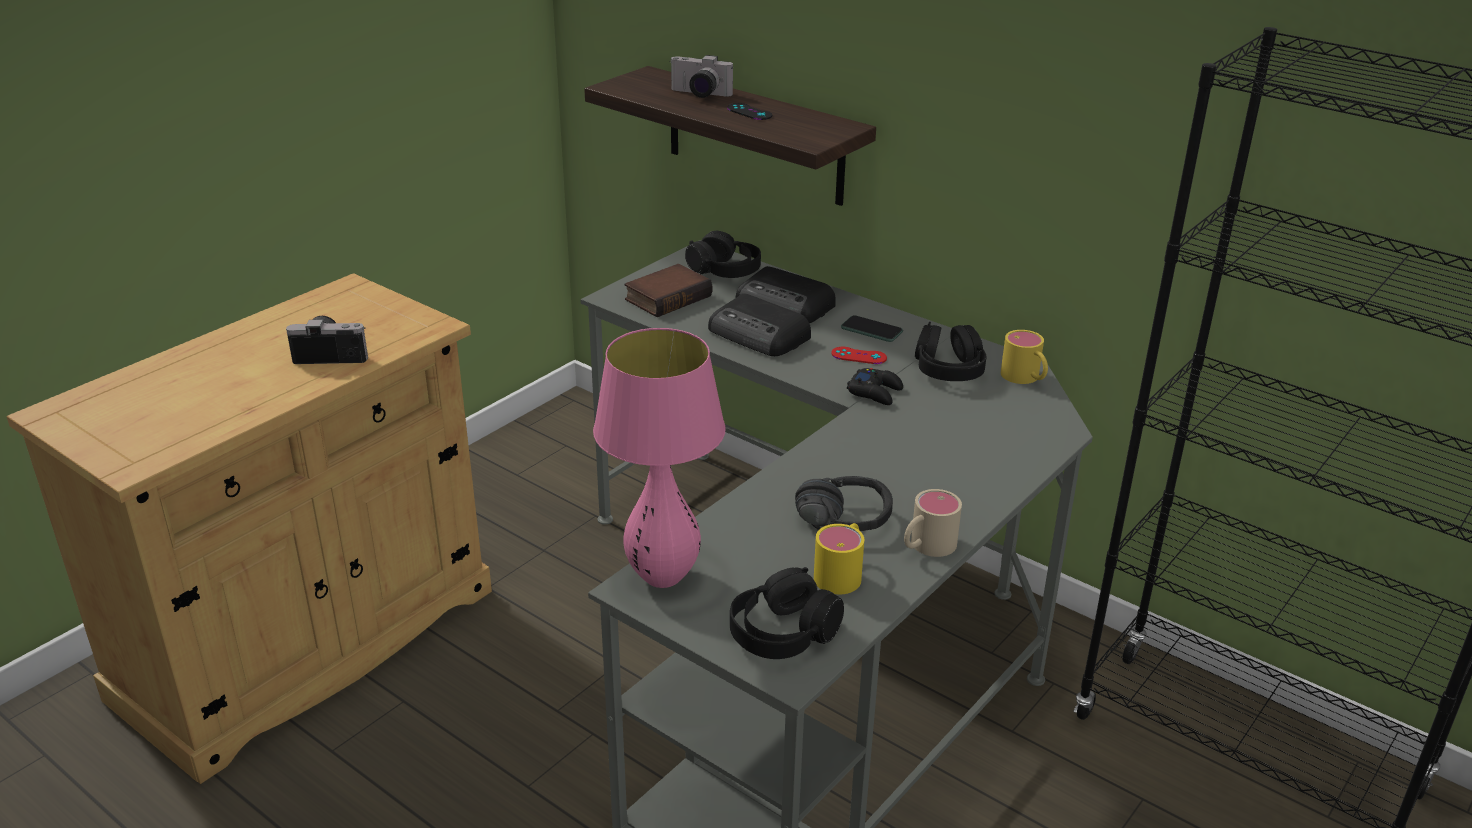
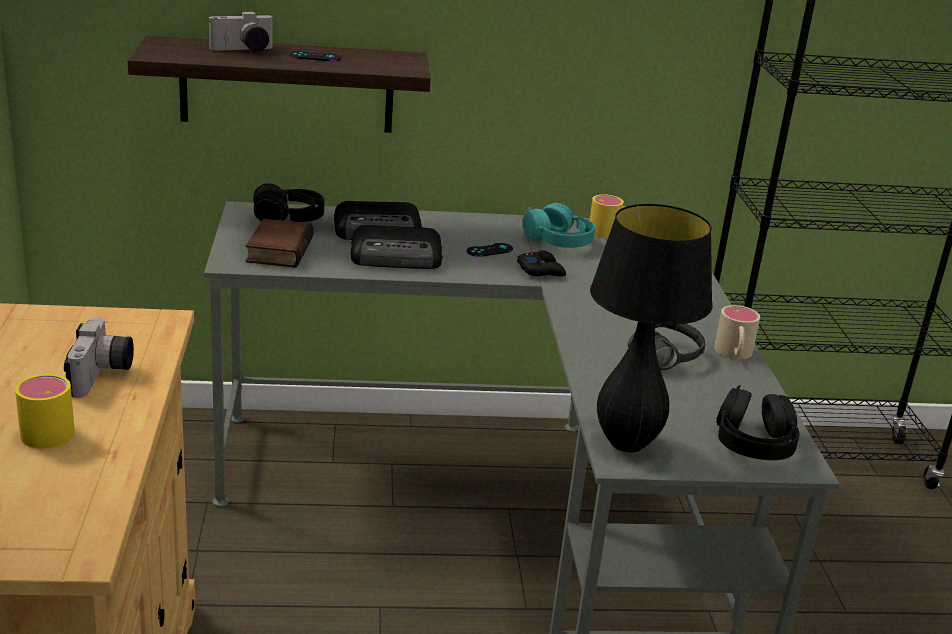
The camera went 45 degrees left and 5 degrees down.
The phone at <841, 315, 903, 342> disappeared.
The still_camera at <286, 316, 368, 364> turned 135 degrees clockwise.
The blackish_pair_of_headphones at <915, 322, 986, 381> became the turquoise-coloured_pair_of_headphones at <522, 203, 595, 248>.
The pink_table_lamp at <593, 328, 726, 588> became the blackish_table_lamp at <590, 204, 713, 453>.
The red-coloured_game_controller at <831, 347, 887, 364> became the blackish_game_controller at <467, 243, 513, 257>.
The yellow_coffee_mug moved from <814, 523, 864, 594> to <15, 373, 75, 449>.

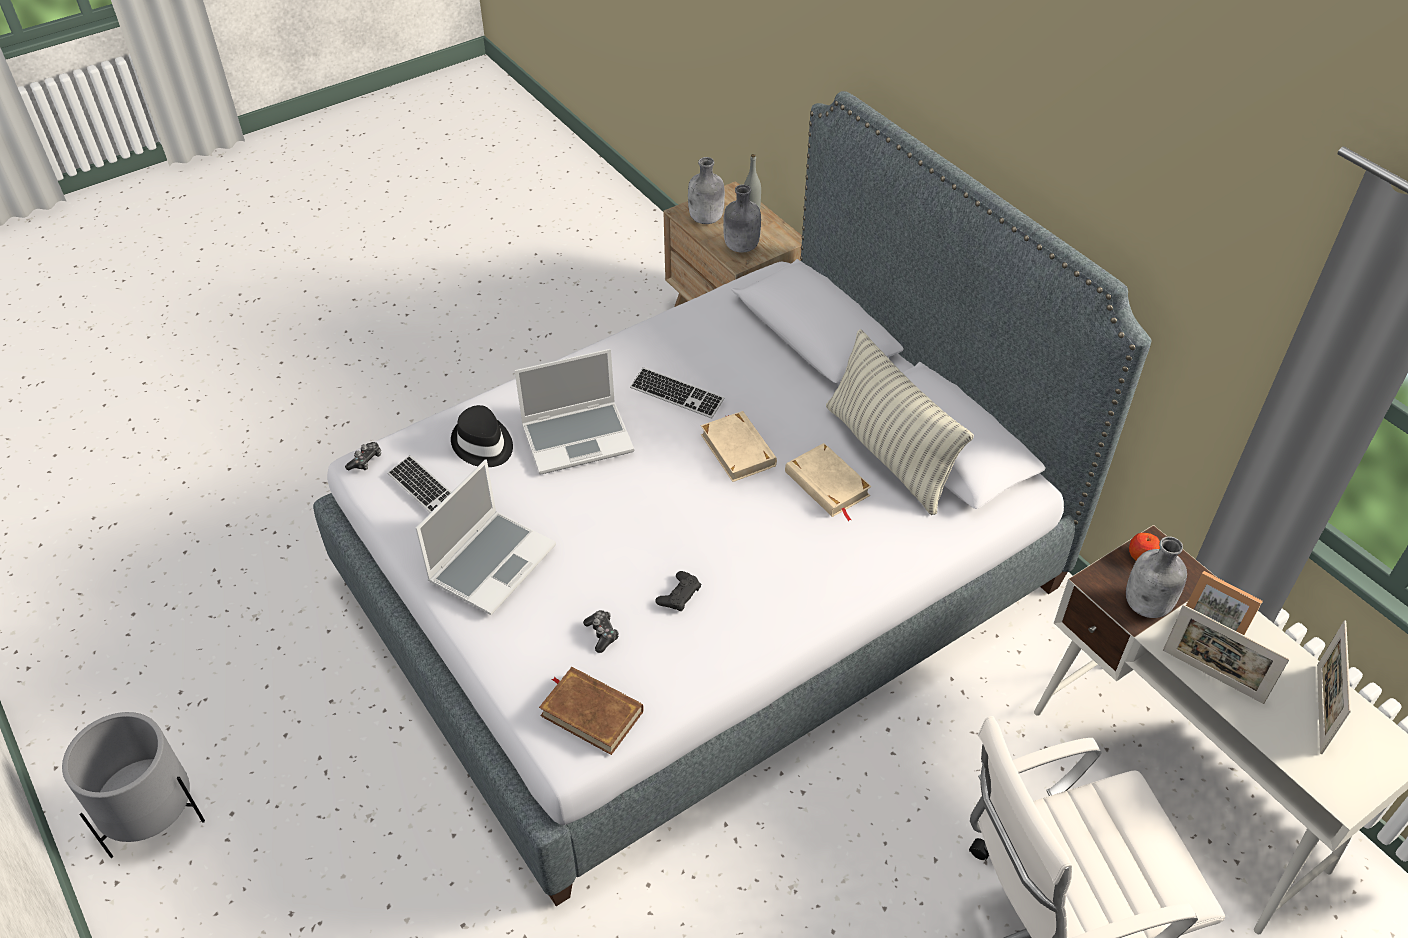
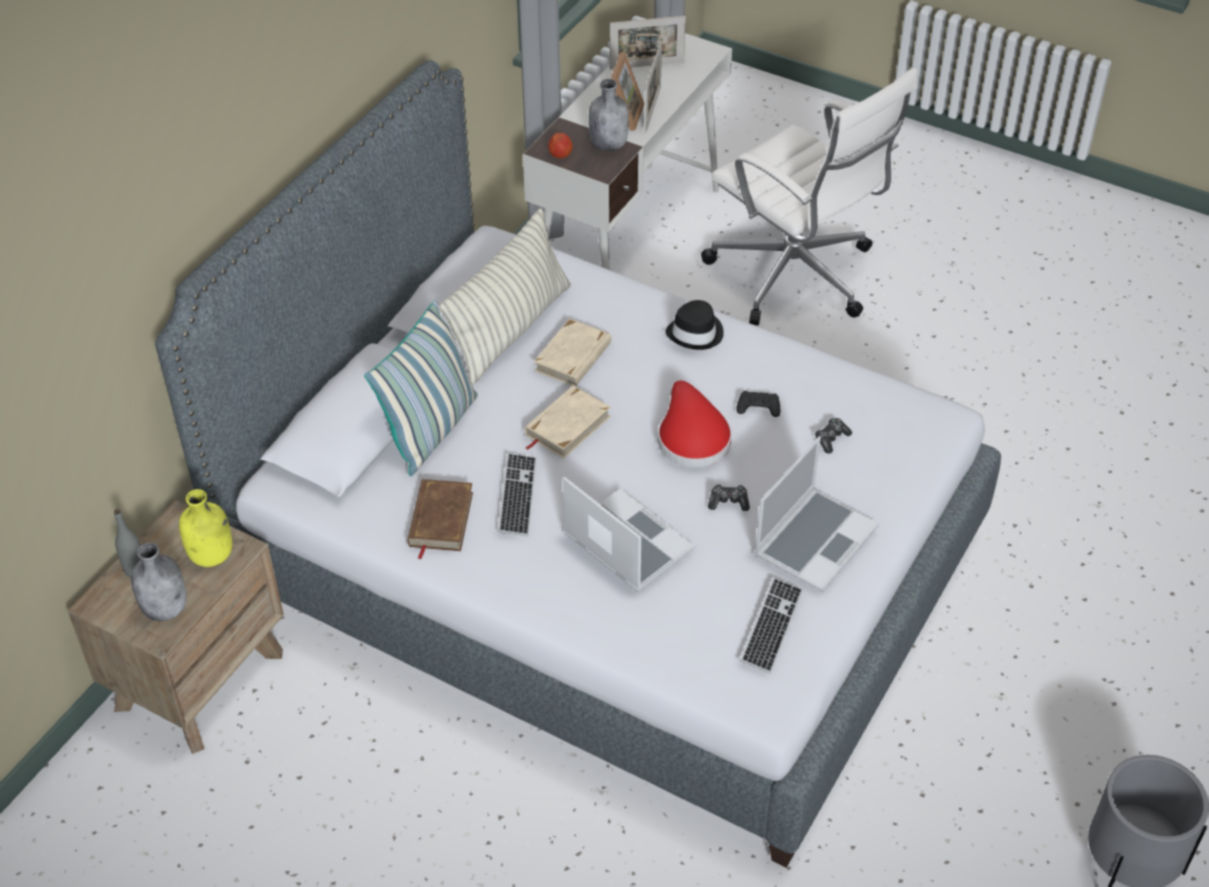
The camera went 115 degrees left and 0 degrees up.
The gray_drink_bottle at <723, 184, 761, 253> became the yellow_drink_bottle at <179, 489, 232, 567>.
The blackish_clothing_hat moved from <451, 405, 513, 467> to <665, 300, 724, 350>.
The game_controller moved from <345, 442, 381, 470> to <708, 484, 750, 511>.
The portable_computer at <416, 459, 556, 615> turned 120 degrees clockwise.
The brown_volume moved from <539, 667, 644, 755> to <408, 479, 473, 559>.
The pillow at <364, 300, 478, 476> appeared.
The red-coloured_clothing_hat at <658, 380, 732, 467> appeared.

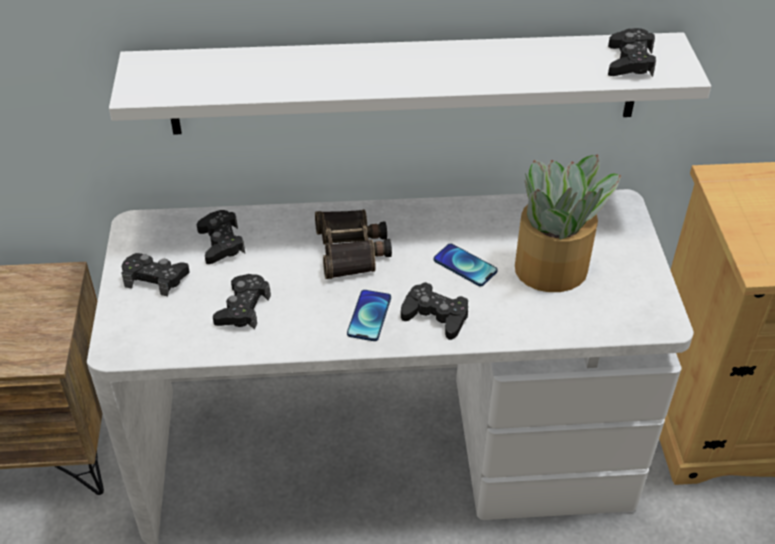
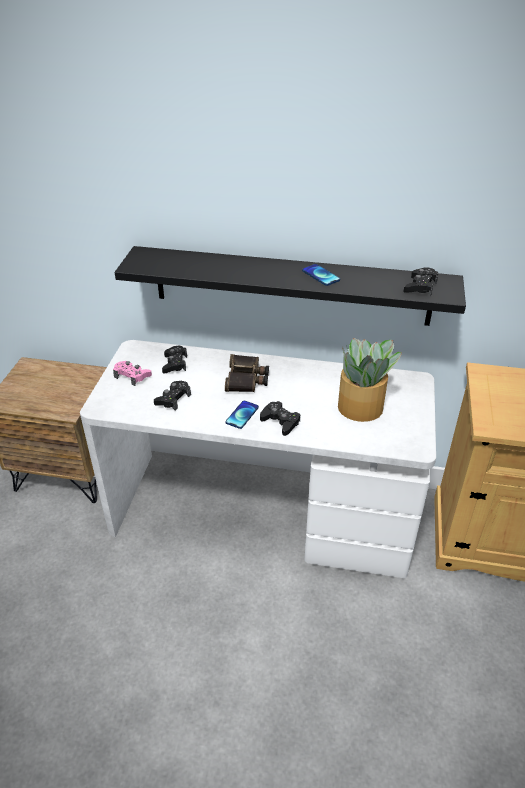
The camera went 15 degrees right and 5 degrees down.
The white_wall_shelf at <109, 32, 711, 135> became the blackish_wall_shelf at <115, 246, 466, 326>.
The phone moved from <434, 243, 498, 286> to <302, 264, 340, 286>.
The blackish_game_controller at <121, 253, 189, 297> became the pink_game_controller at <113, 361, 152, 386>.

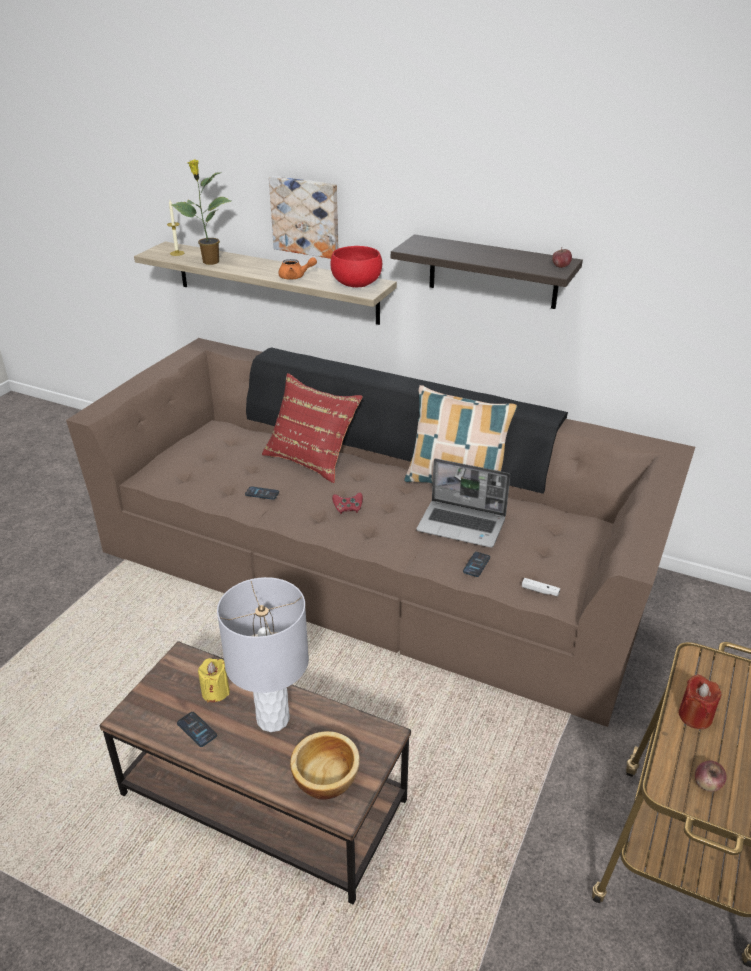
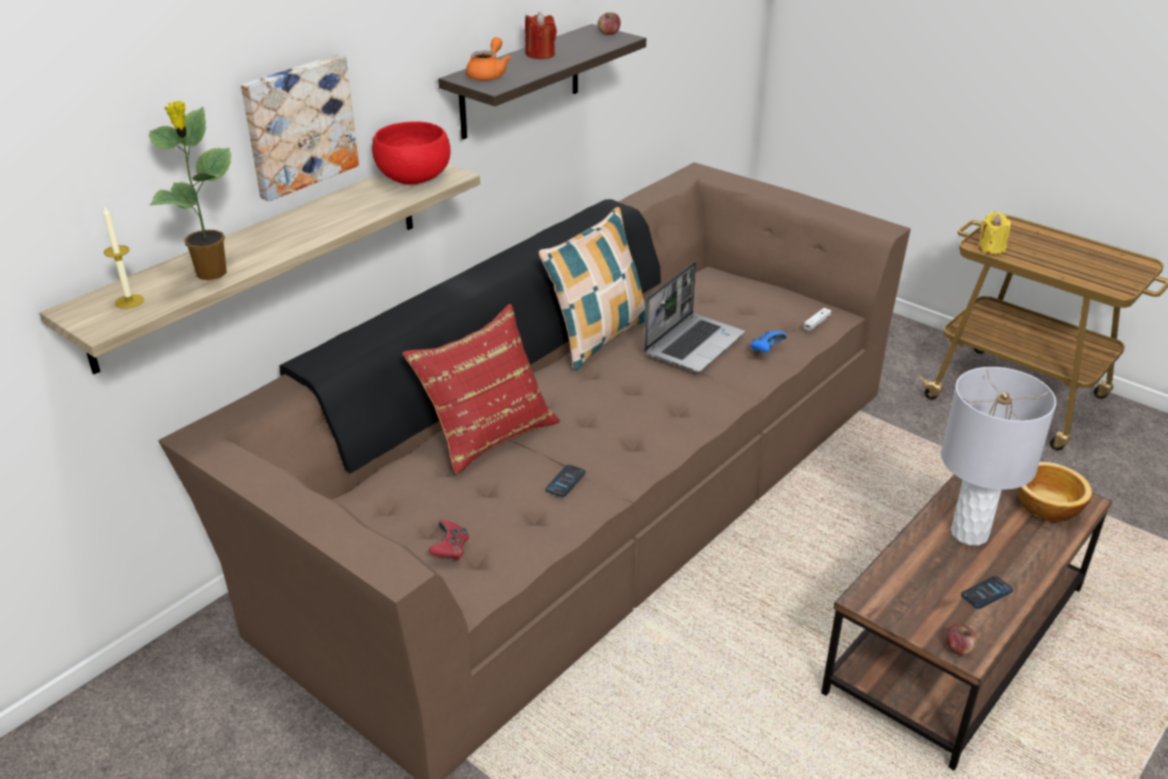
The camera went 75 degrees left and 0 degrees up.
The orange_pot_for_tea moved from <278, 257, 317, 280> to <466, 37, 511, 81>.
The red-coloured_game_controller moved from <332, 493, 363, 514> to <429, 520, 469, 560>.
The phone at <463, 552, 490, 577> was replaced by the bluish_game_controller at <750, 331, 787, 352>.
The yellow_wax_candle moved from <198, 658, 230, 703> to <978, 212, 1011, 254>.
The red-coloured_wax_candle moved from <679, 674, 721, 729> to <525, 12, 557, 59>.
The apple_fruit moved from <695, 761, 727, 792> to <946, 624, 977, 655>.

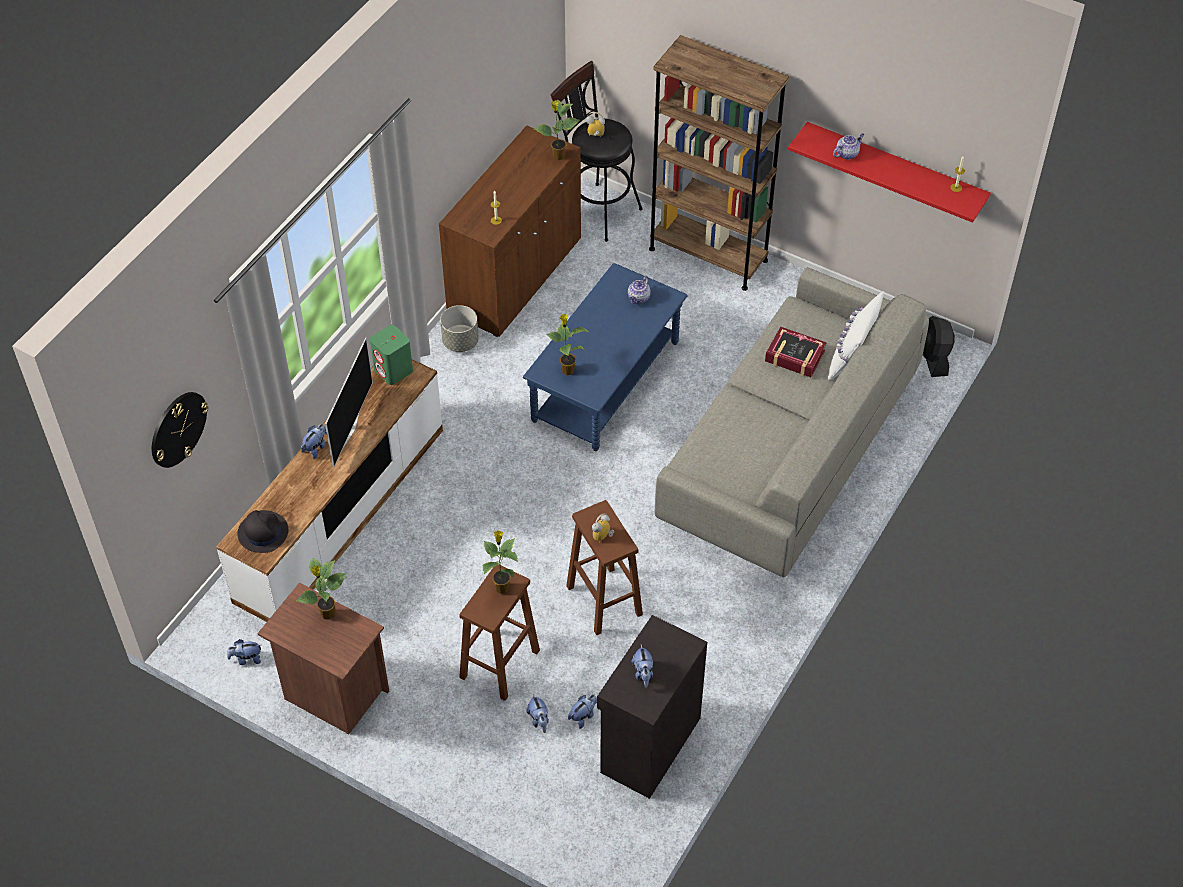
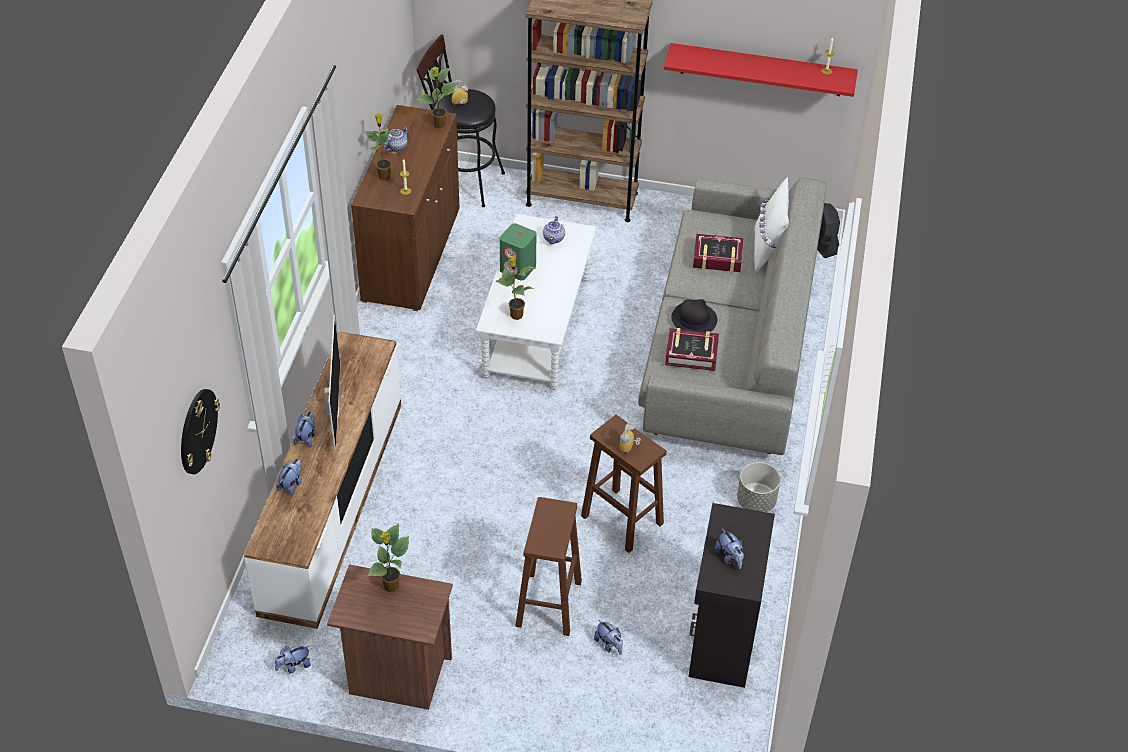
The camera went 20 degrees left and 5 degrees down.
The pot_for_tea moved from <833, 133, 864, 160> to <384, 125, 408, 152>.
The bluish_low_table at <523, 263, 688, 451> became the white_low_table at <476, 214, 597, 390>.
The gray_plant_pot moved from <440, 305, 479, 352> to <737, 462, 781, 512>.
The green-coloured_speaker moved from <370, 325, 413, 385> to <500, 223, 536, 280>.
The blackish_clothing_hat moved from <237, 510, 288, 553> to <671, 299, 717, 332>.
The potted_plant moved from <483, 530, 518, 594> to <364, 113, 400, 181>.
The cuddly_toy moved from <568, 694, 597, 729> to <277, 459, 302, 496>.
The volume at <665, 328, 719, 371> appeared.

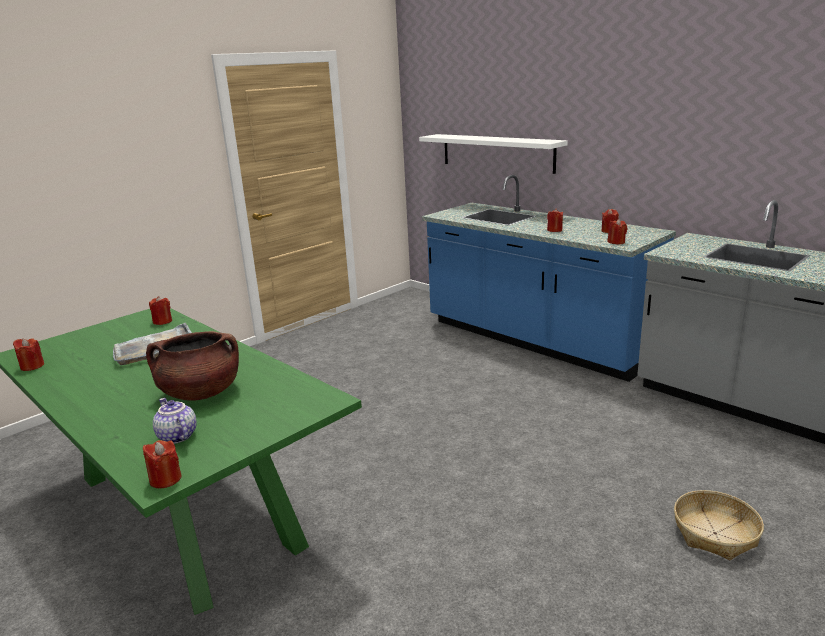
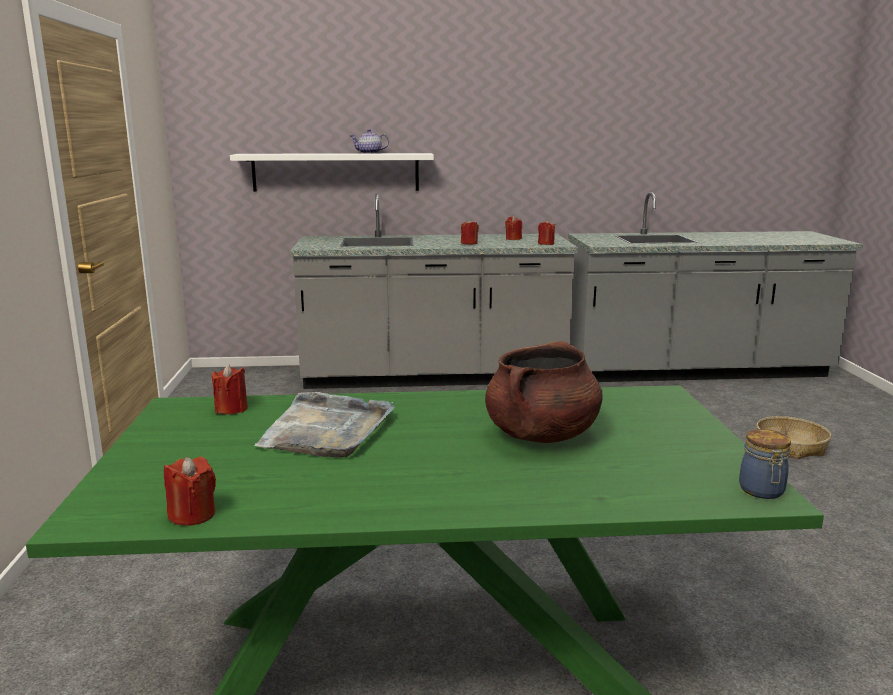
The camera went 50 degrees left and 5 degrees down.
The bluish_kitchen_counter at <422, 175, 676, 382> became the gray_kitchen_counter at <291, 194, 578, 389>.
The pot_for_tea moved from <153, 398, 197, 444> to <350, 129, 389, 154>.
The red-coloured_wax_candle at <143, 440, 181, 488> was replaced by the storage_jar at <739, 429, 791, 499>.

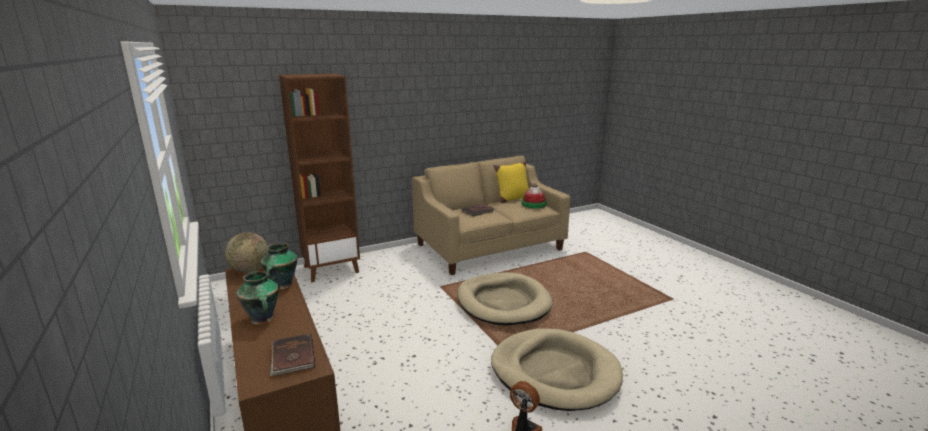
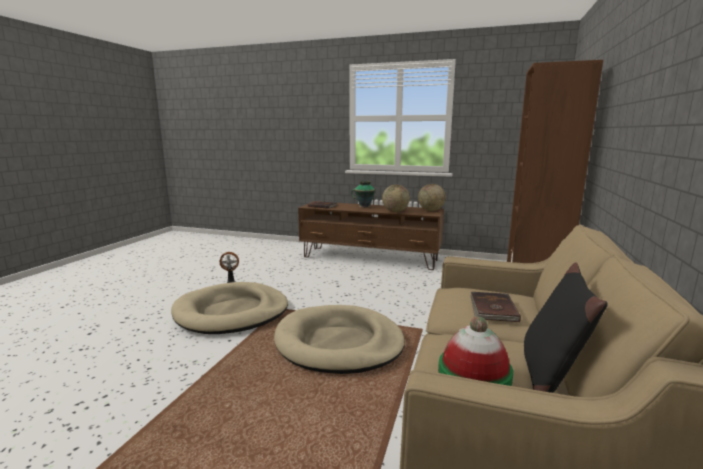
The camera went 135 degrees right and 5 degrees down.
The yellow_pillow at <494, 161, 529, 203> became the blackish_pillow at <524, 262, 608, 393>.
The decorative_vase at <261, 243, 298, 290> was replaced by the desk_globe at <382, 184, 410, 212>.

